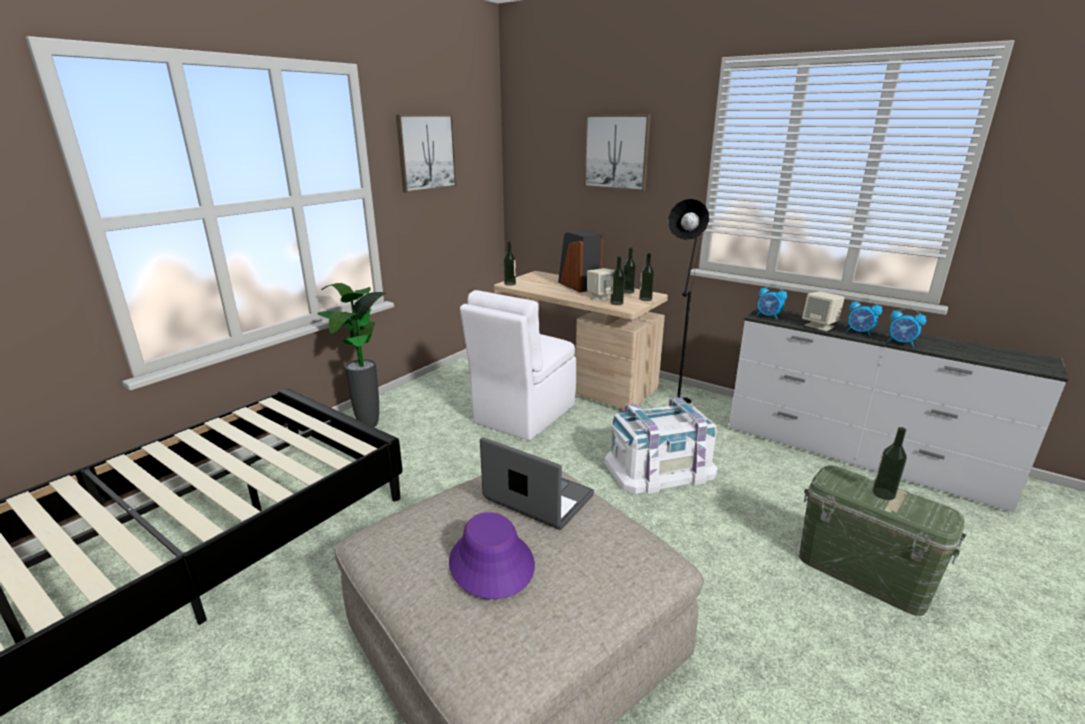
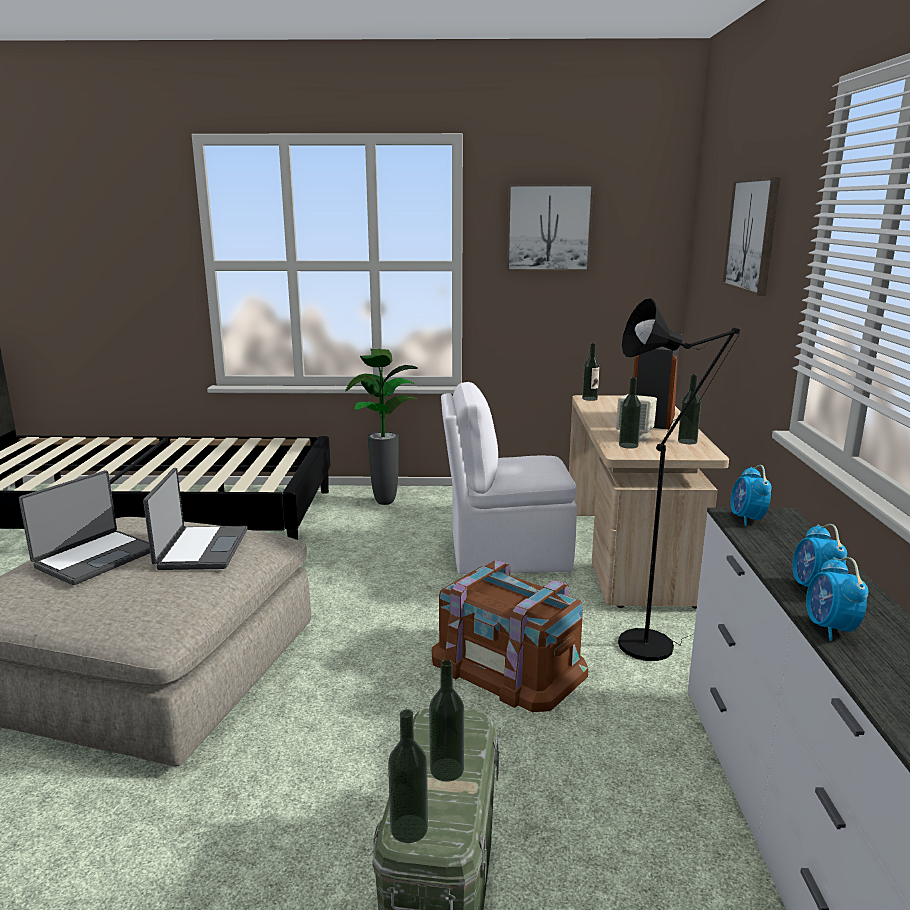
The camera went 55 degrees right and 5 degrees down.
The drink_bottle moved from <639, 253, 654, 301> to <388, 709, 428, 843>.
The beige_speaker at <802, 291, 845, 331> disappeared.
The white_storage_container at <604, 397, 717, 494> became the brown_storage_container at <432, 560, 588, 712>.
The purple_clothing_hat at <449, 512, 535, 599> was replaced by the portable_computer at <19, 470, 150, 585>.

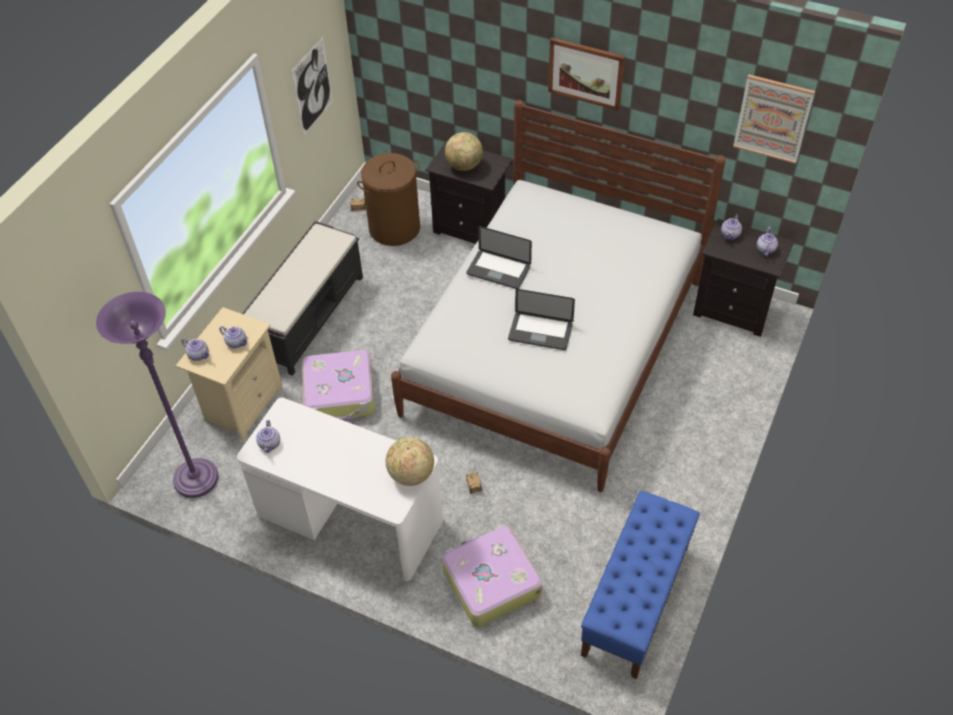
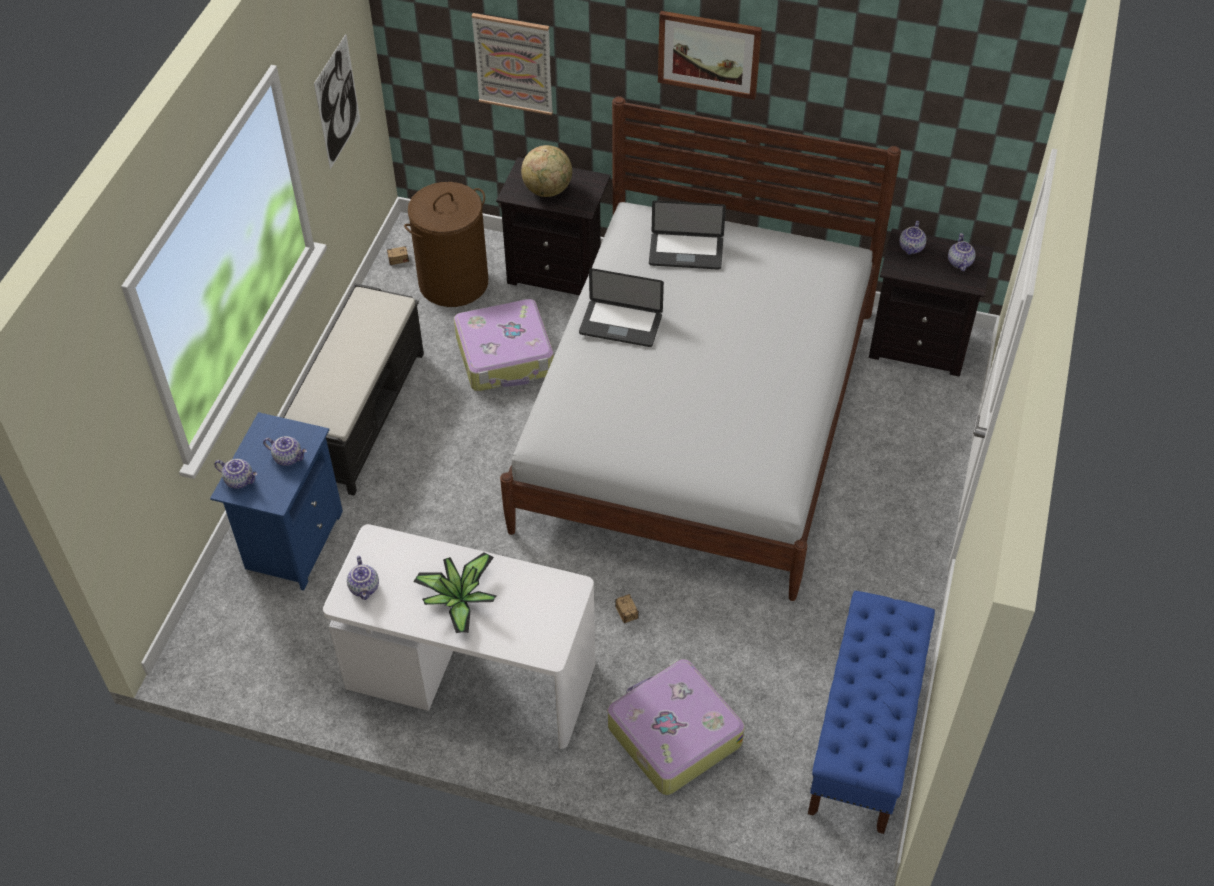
The camera went 10 degrees left and 0 degrees up.
The wall_picture moved from <733, 74, 815, 164> to <471, 13, 553, 115>.
The portable_computer moved from <508, 289, 575, 350> to <649, 200, 726, 270>.
The purple_standing_lamp at <96, 292, 218, 498> disappeared.
The beige_bedside_table at <176, 307, 282, 440> became the bluish_bedside_table at <210, 412, 343, 590>.
The piece_of_luggage moved from <302, 350, 375, 421> to <454, 299, 554, 391>.
The desk_globe at <386, 437, 434, 486> disappeared.
The potted_plant at <413, 553, 497, 633> appeared.

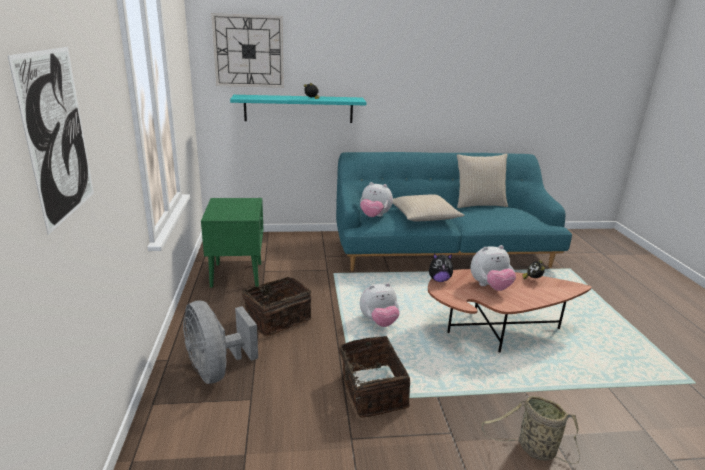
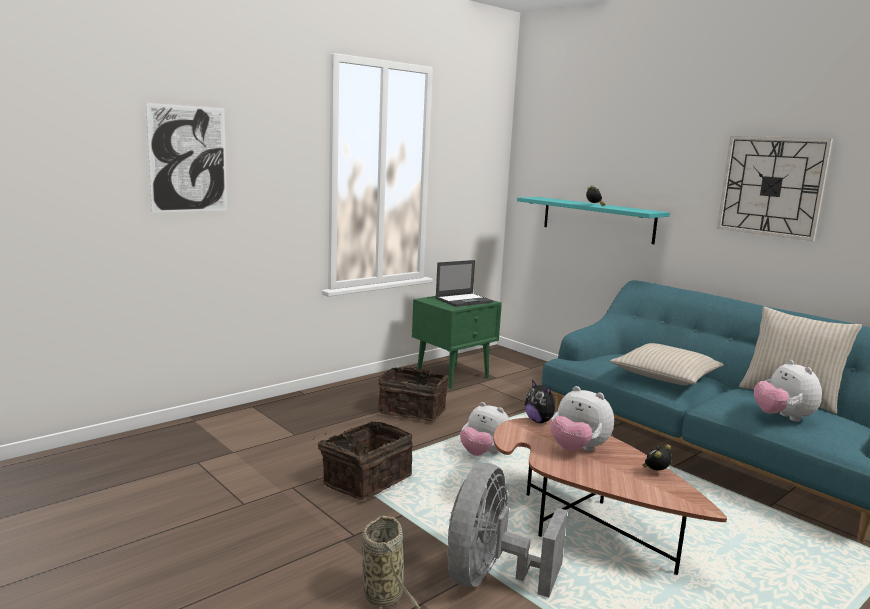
The camera went 55 degrees right and 10 degrees down.
The hanging_clock moved from <211, 13, 284, 88> to <717, 136, 833, 241>.
The cuddly_toy moved from <360, 182, 393, 217> to <754, 360, 822, 422>.
The gray_electric_fan moved from <183, 300, 258, 384> to <447, 463, 568, 597>.
The portable_computer at <435, 260, 493, 307> appeared.

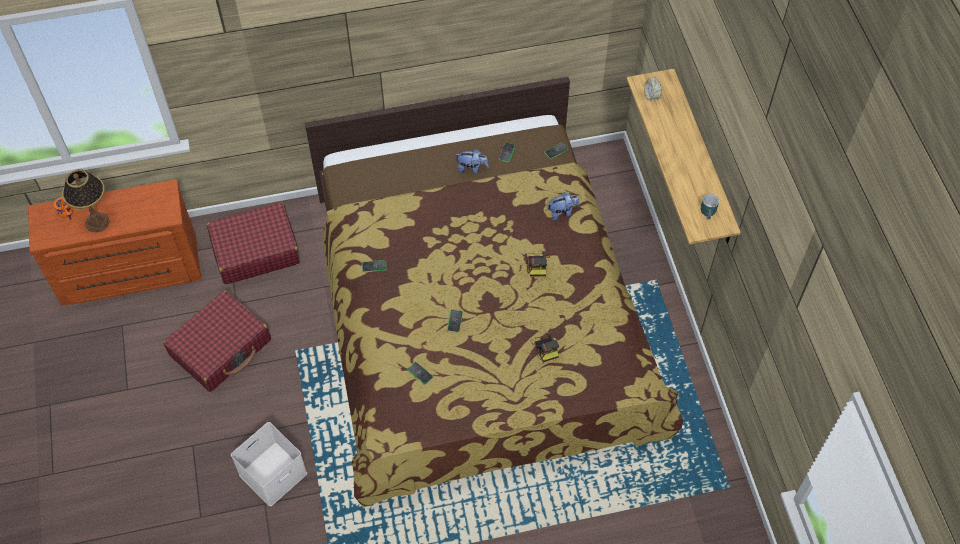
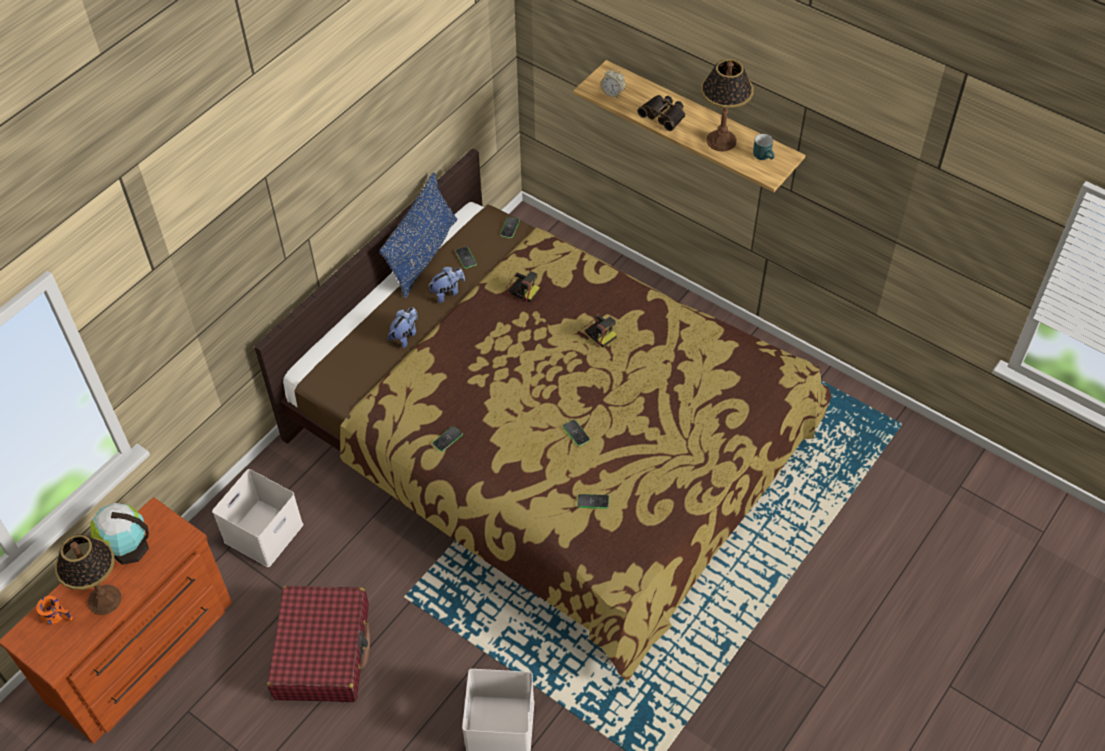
The camera went 40 degrees left and 5 degrees down.
The cuddly_toy moved from <548, 192, 580, 221> to <388, 307, 418, 348>.
The red-coloured_piece_of_luggage at <207, 202, 300, 284> was replaced by the white_storage_container at <212, 469, 303, 567>.
The still_camera moved from <531, 332, 559, 362> to <502, 271, 540, 302>.
The table_lamp at <701, 59, 754, 152> appeared.
The pair_of_binoculars at <637, 95, 685, 131> appeared.
The bluish_pillow at <379, 172, 457, 298> appeared.
The desk_globe at <90, 503, 149, 565> appeared.

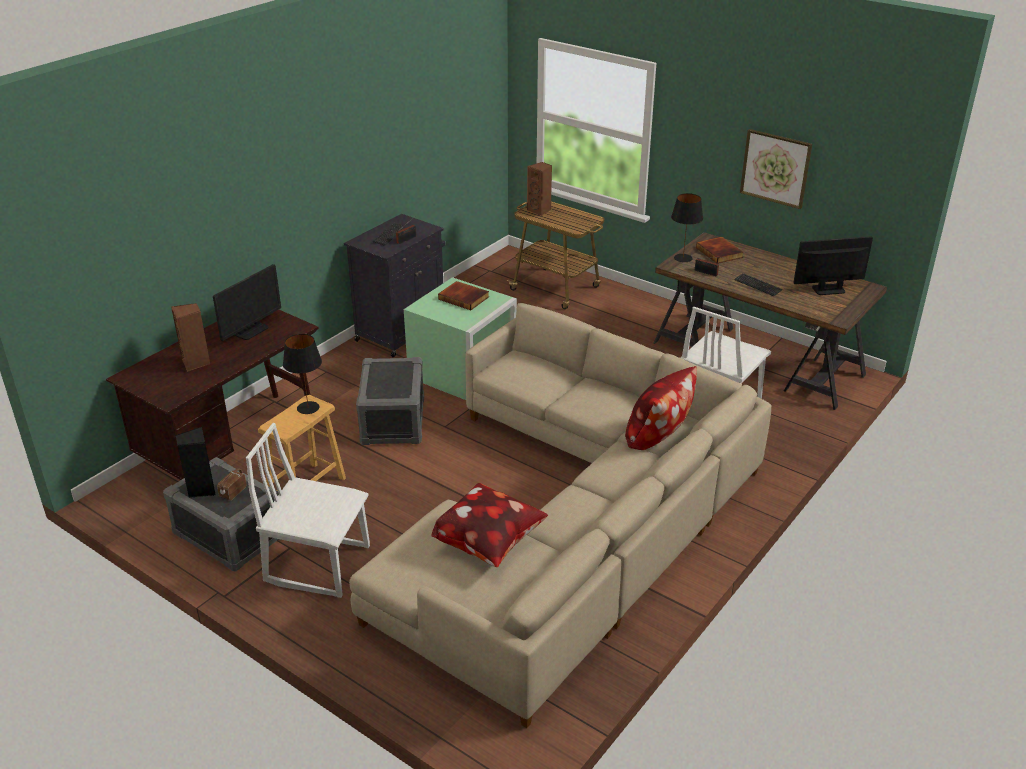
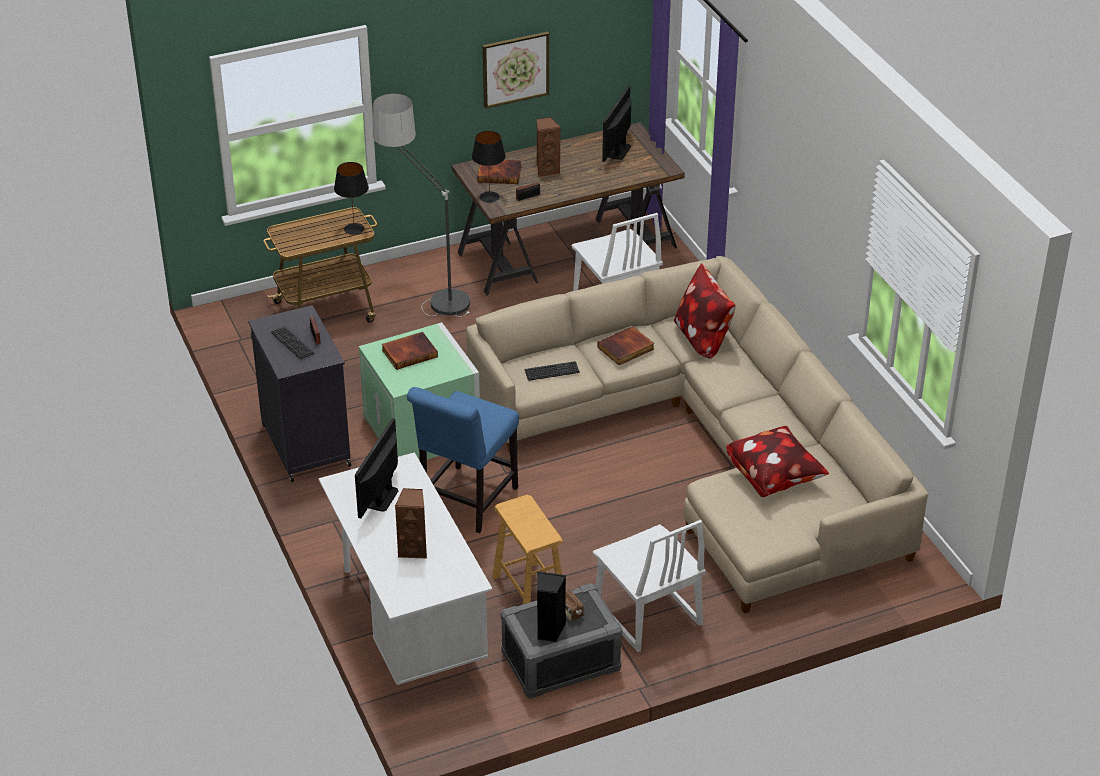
The camera went 60 degrees left and 5 degrees up.
The brown_speaker moved from <527, 162, 552, 216> to <537, 117, 561, 177>.
The computer_screen at <213, 264, 281, 341> turned 135 degrees counterclockwise.
The PC_keyboard moved from <734, 273, 783, 296> to <524, 361, 580, 381>.
The brown_desk_table at <106, 310, 319, 480> became the white_desk_table at <319, 452, 492, 685>.
The blackish_table_lamp moved from <283, 334, 322, 414> to <334, 162, 369, 235>.
The gray_storage_container at <356, 357, 424, 445> was replaced by the bluish_upright_chair at <407, 387, 519, 533>.
The white_upright_chair at <246, 423, 370, 598> turned 75 degrees counterclockwise.
The standing_lamp at <373, 94, 470, 317> appeared.
The volume at <598, 326, 654, 365> appeared.

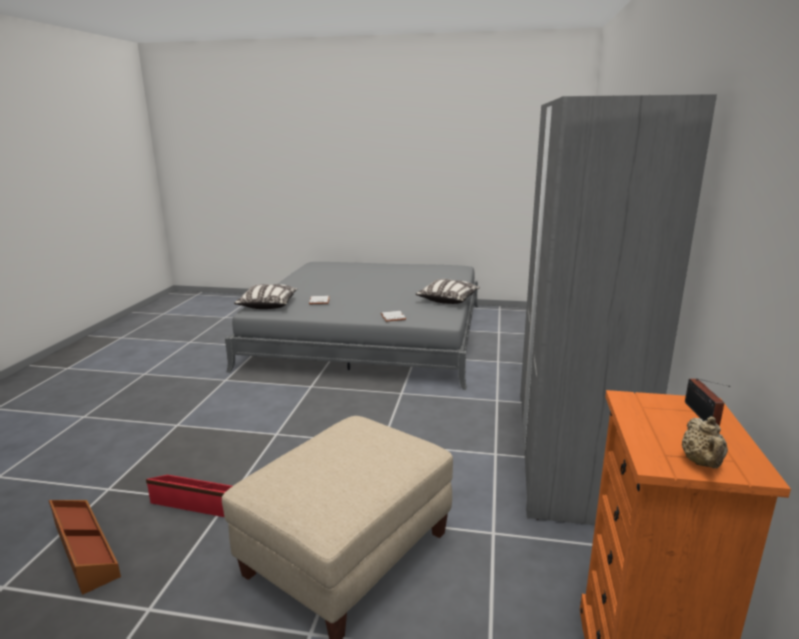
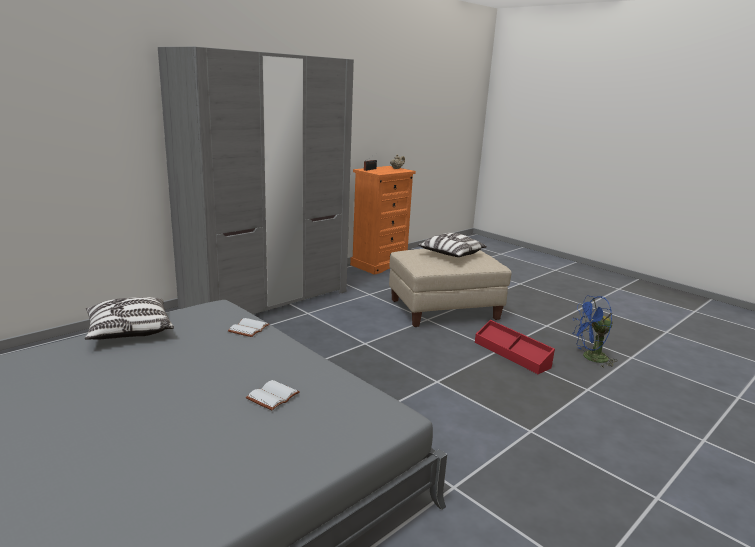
The camera went 145 degrees left and 0 degrees up.
The pillow moved from <234, 284, 298, 309> to <417, 233, 487, 257>.
The brown_storage_container at <49, 500, 121, 595> was replaced by the bluish_electric_fan at <572, 295, 618, 367>.

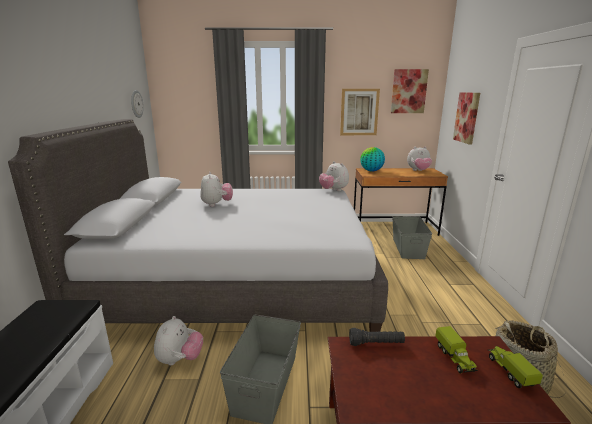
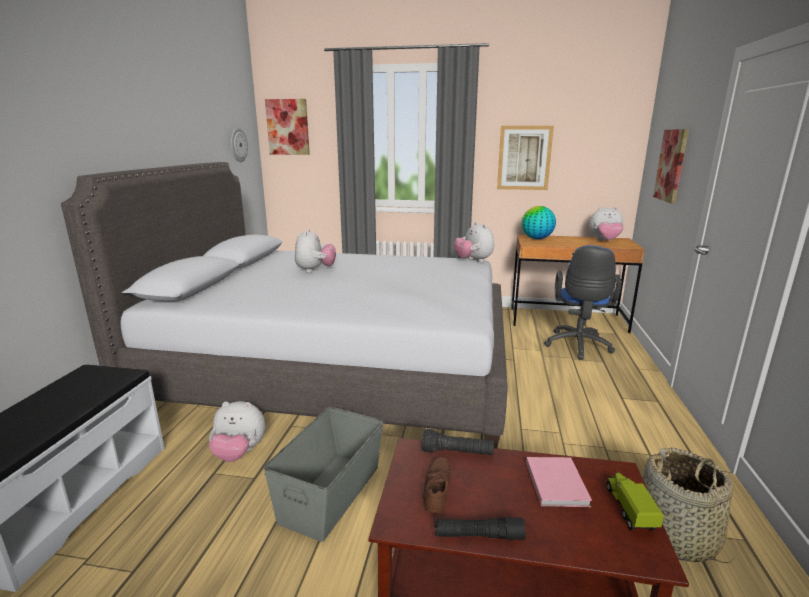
The camera went 10 degrees right and 0 degrees up.
The wall_picture moved from <391, 69, 429, 113> to <265, 99, 310, 155>.
The gray_storage_container at <392, 216, 432, 259> was replaced by the bluish_computer_chair at <544, 245, 622, 360>.
The cuddly_toy at <154, 316, 203, 365> turned 75 degrees clockwise.
The toy_truck at <435, 326, 478, 374> was replaced by the pink_volume at <526, 457, 592, 507>.
The brown_shoe at <422, 457, 459, 514> appeared.
The blackish_hand_torch at <434, 517, 526, 540> appeared.

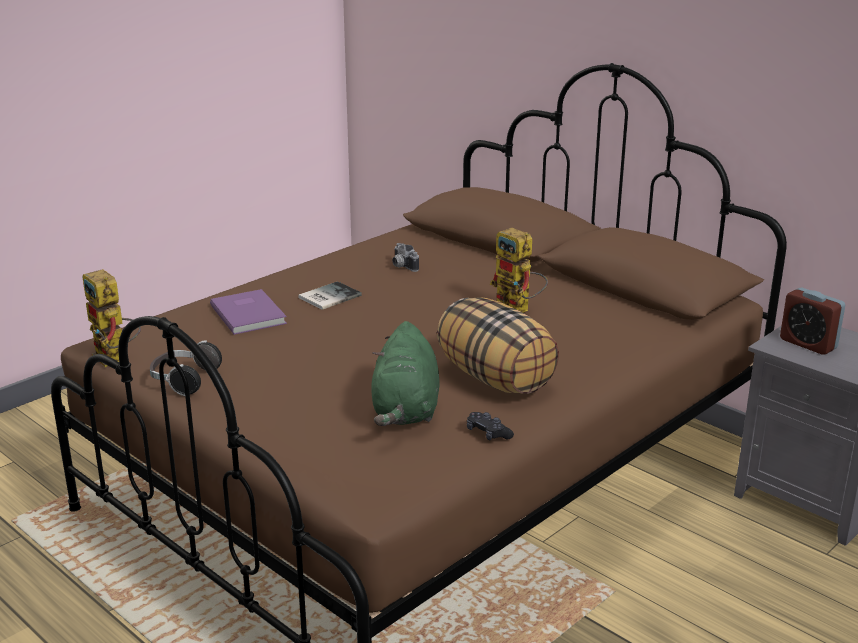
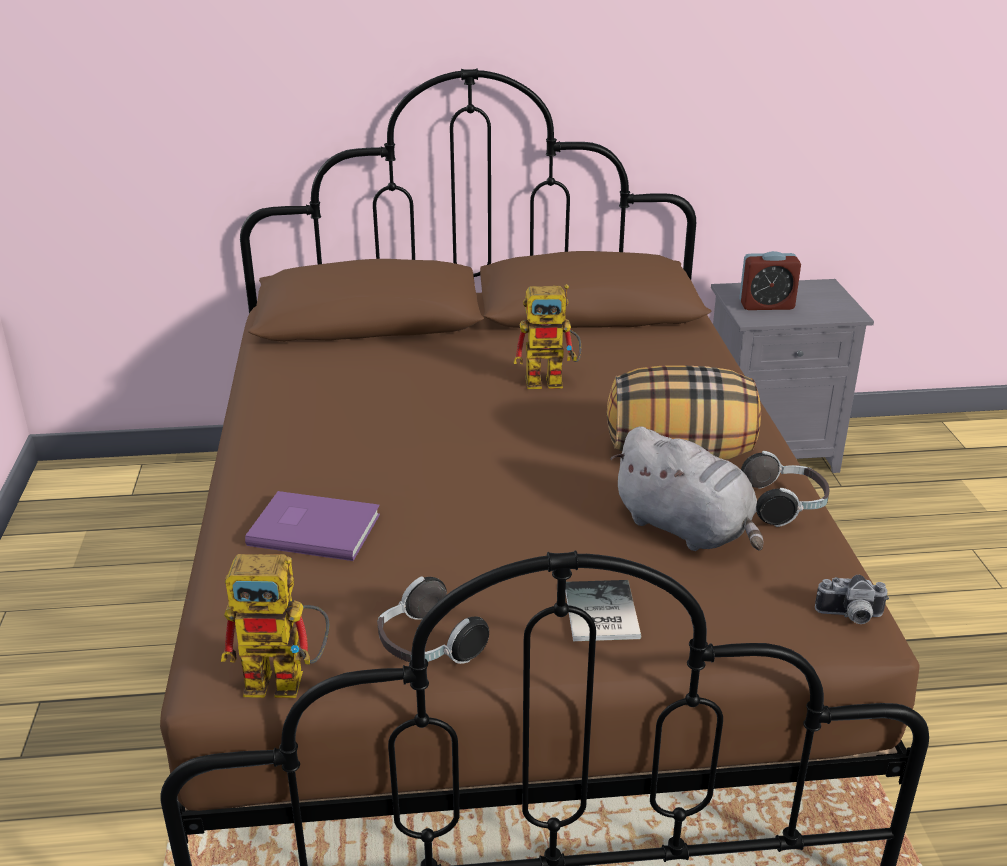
The camera went 50 degrees left and 5 degrees up.
The still_camera moved from <392, 243, 419, 272> to <815, 575, 889, 624>.
The volume moved from <298, 281, 362, 310> to <566, 580, 641, 641>.
The green-coloured_cuddly_toy at <371, 321, 439, 426> became the gray_cuddly_toy at <610, 426, 763, 551>.
The blackish_game_controller at <467, 412, 514, 441> was replaced by the pair_of_headphones at <741, 451, 829, 527>.

